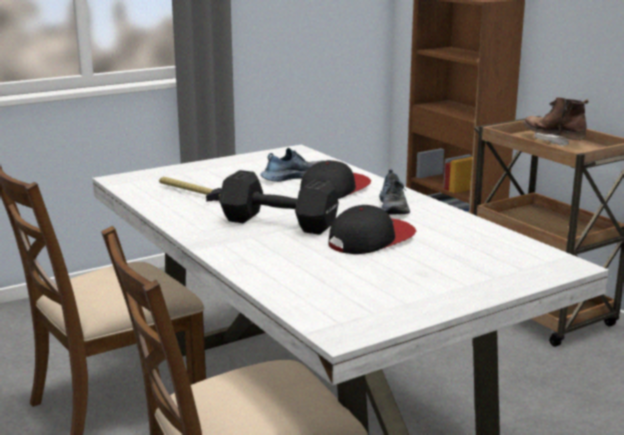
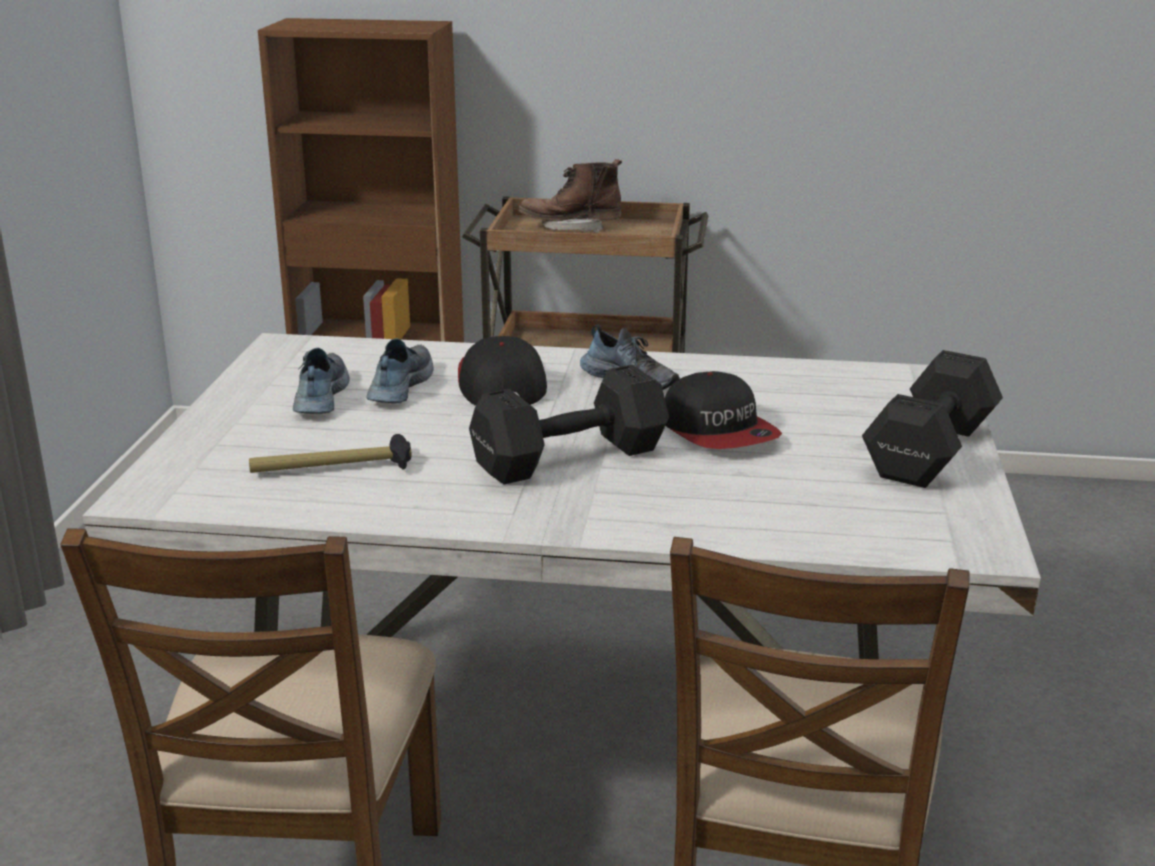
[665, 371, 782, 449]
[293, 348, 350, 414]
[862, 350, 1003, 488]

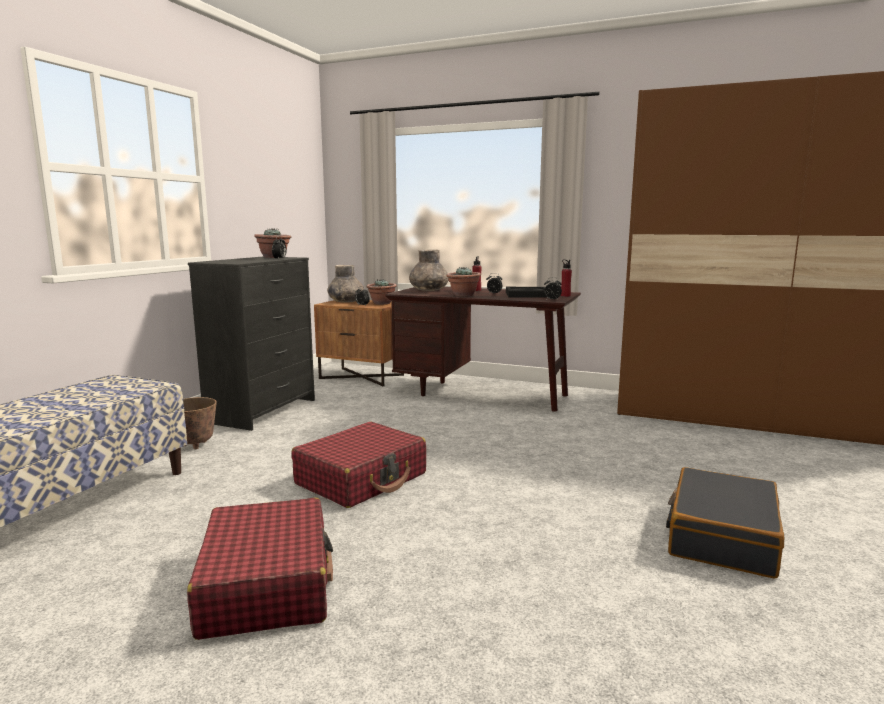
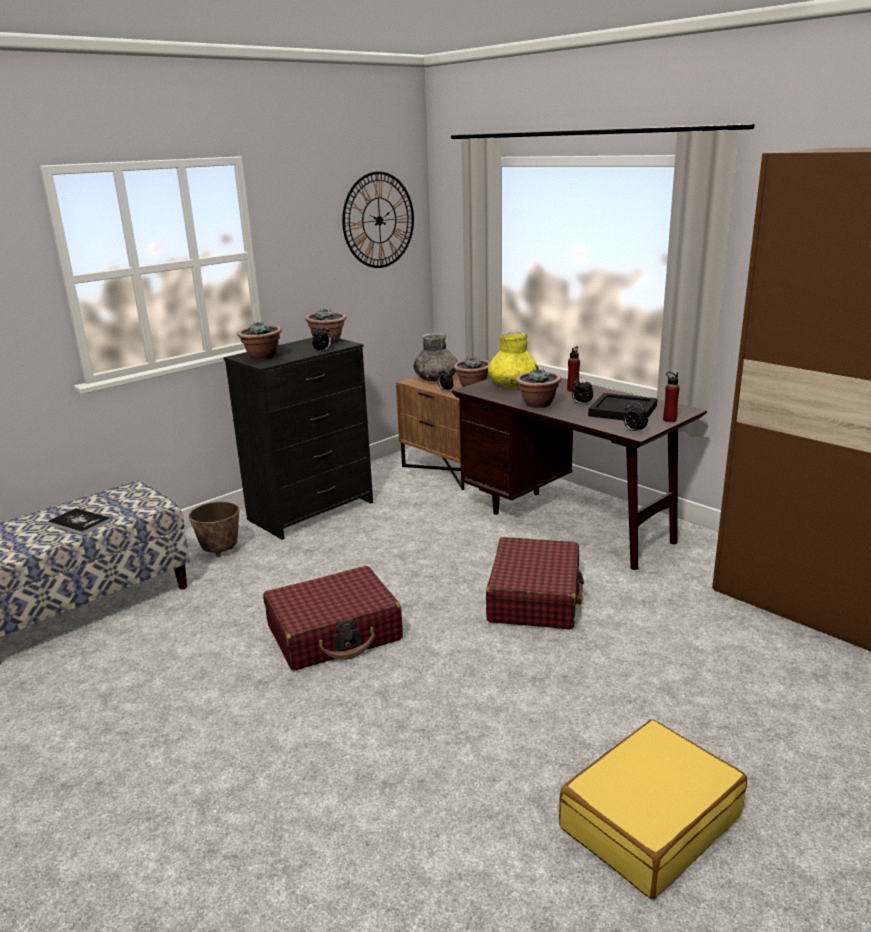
[486, 537, 584, 630]
[488, 332, 539, 387]
[559, 719, 747, 899]
[47, 508, 111, 535]
[237, 322, 282, 360]
[342, 172, 414, 268]

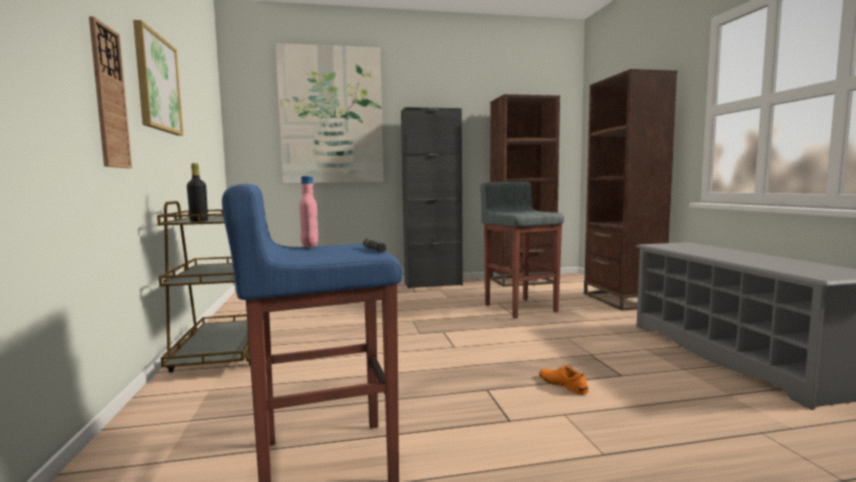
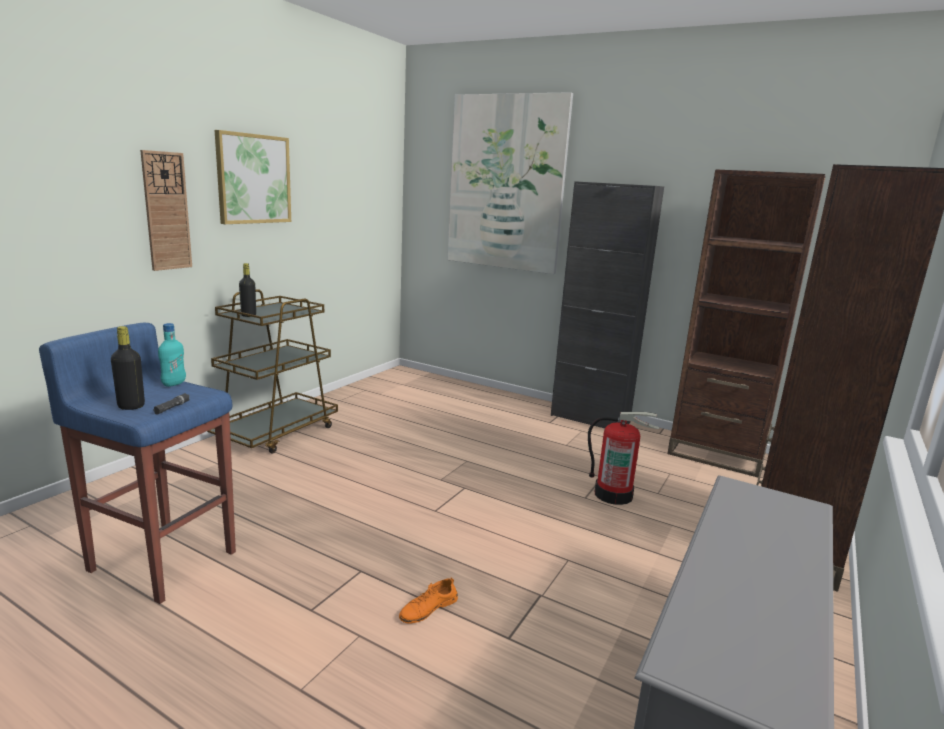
[158, 323, 186, 387]
[588, 411, 660, 505]
[399, 578, 458, 624]
[111, 326, 145, 410]

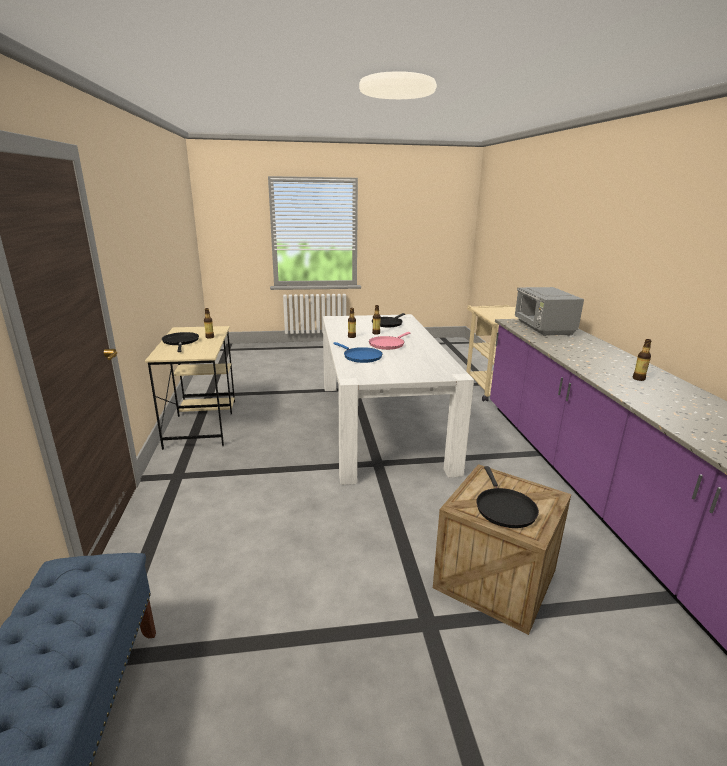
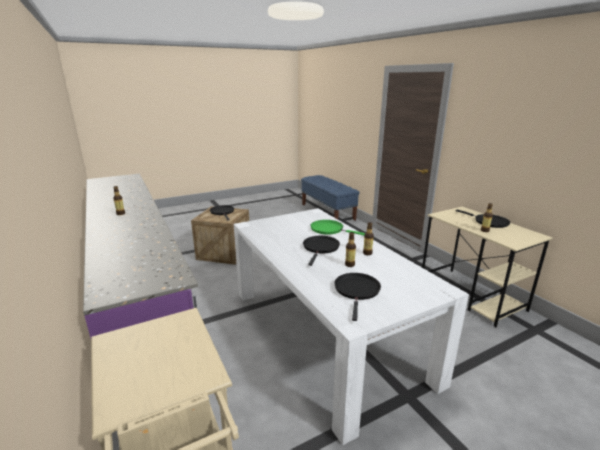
[310, 220, 365, 236]
[303, 236, 340, 266]
[514, 287, 584, 336] (first image)

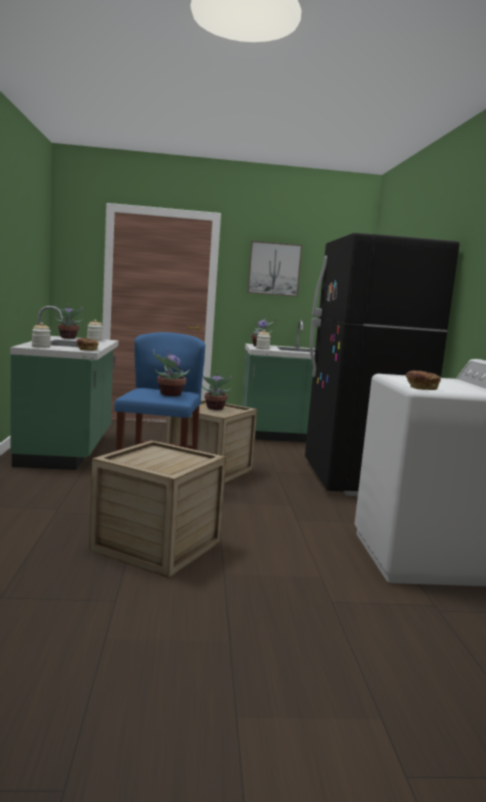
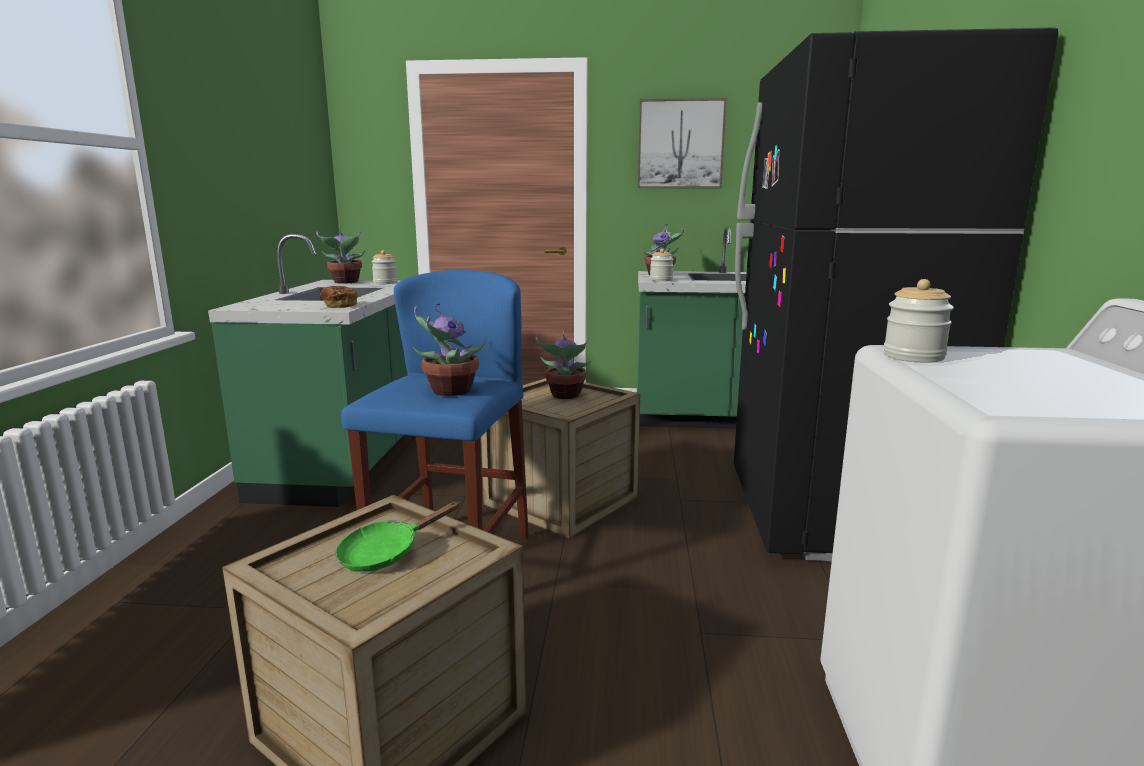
[884, 279, 954, 362]
[406, 370, 441, 390] (first image)
[335, 501, 460, 572]

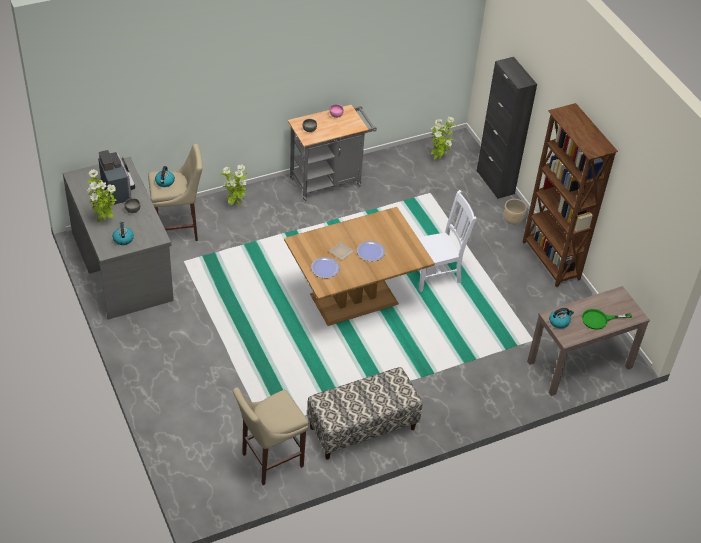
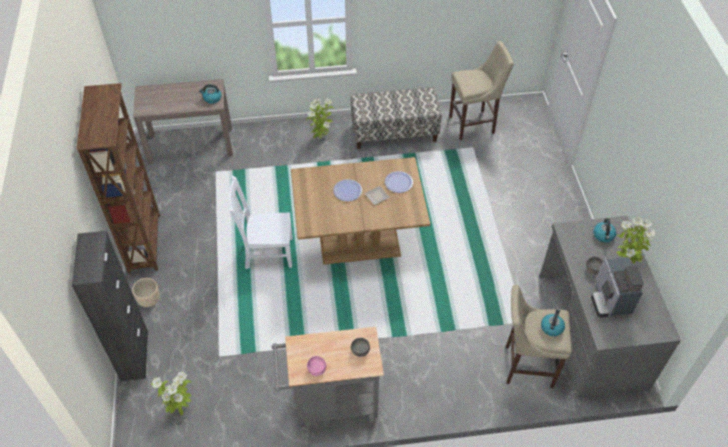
[306, 98, 334, 139]
[582, 309, 632, 330] (first image)

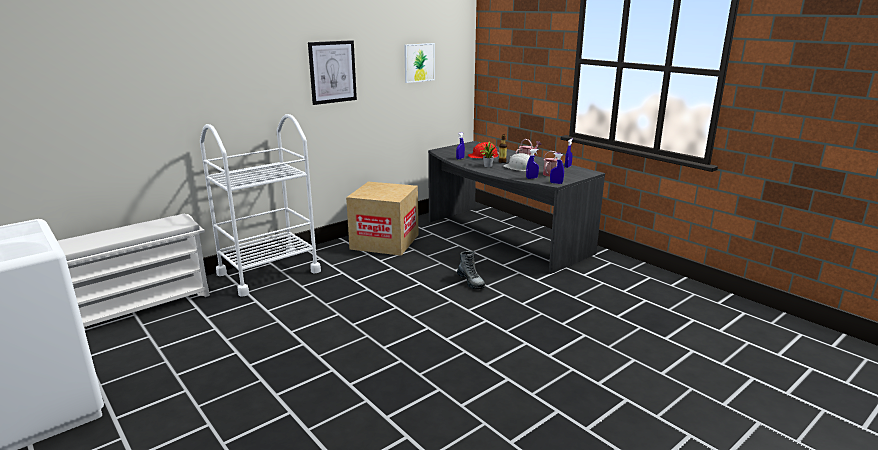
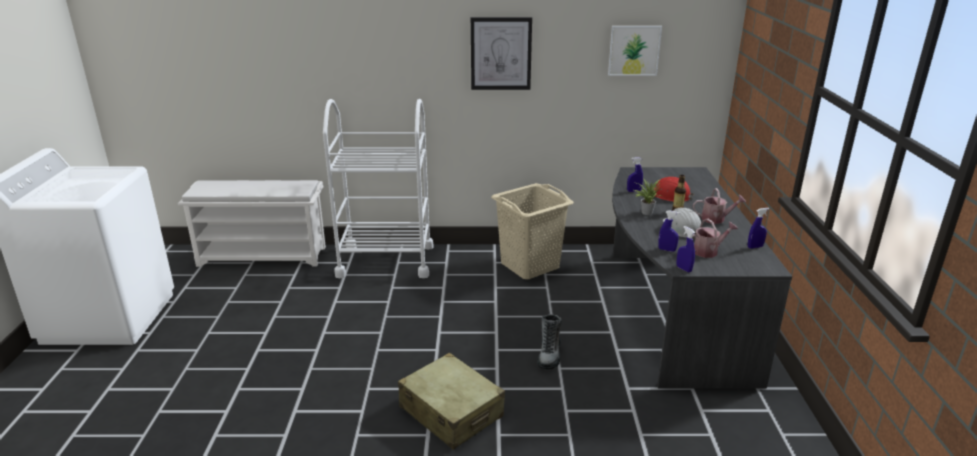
[491, 183, 574, 279]
[398, 353, 505, 450]

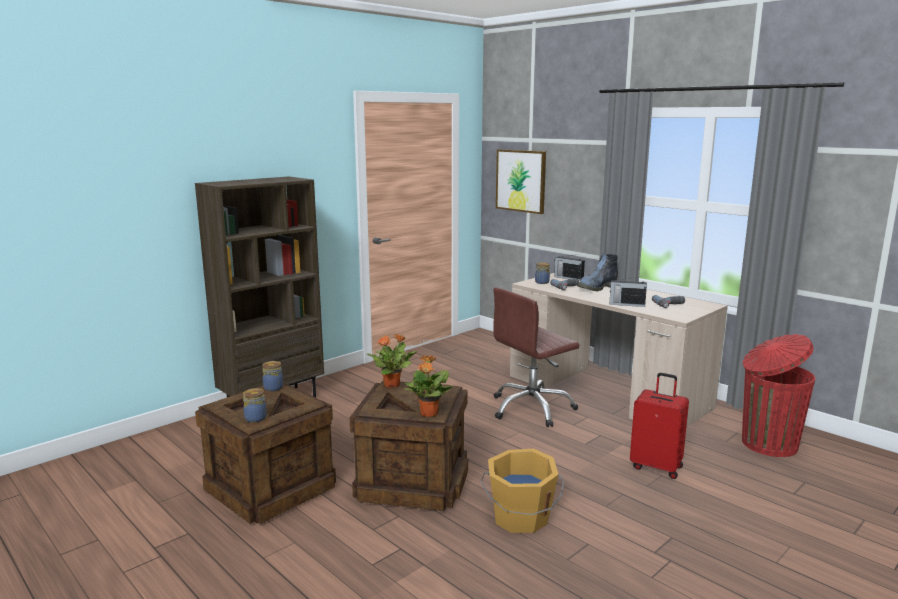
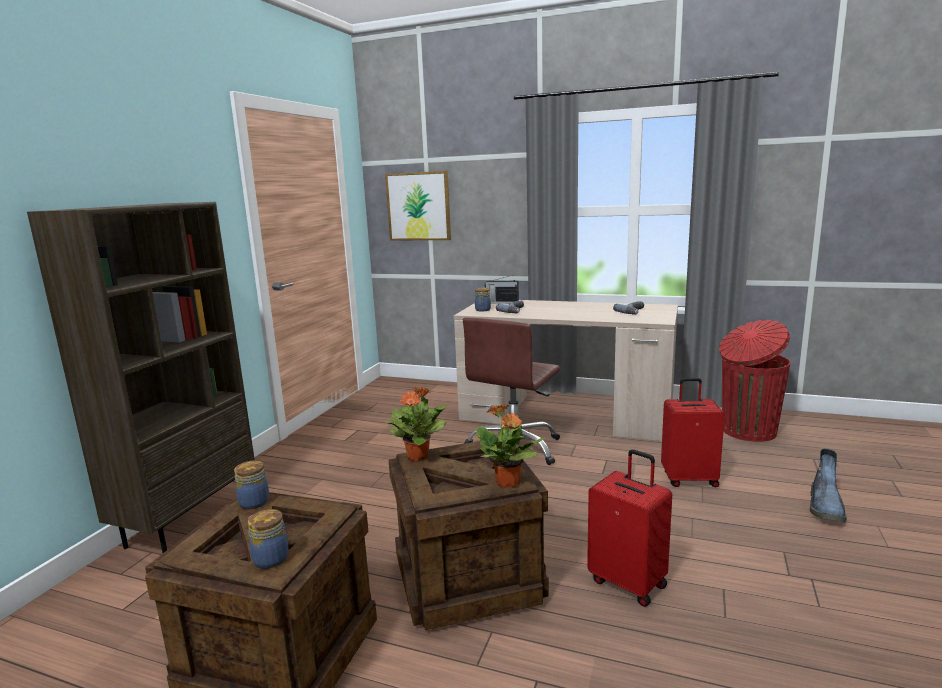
[587, 449, 672, 607]
[810, 449, 847, 523]
[609, 276, 647, 307] (first image)

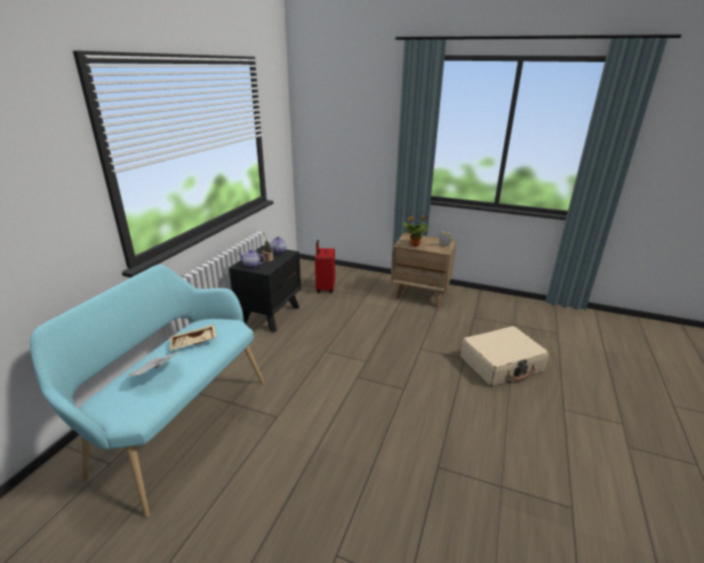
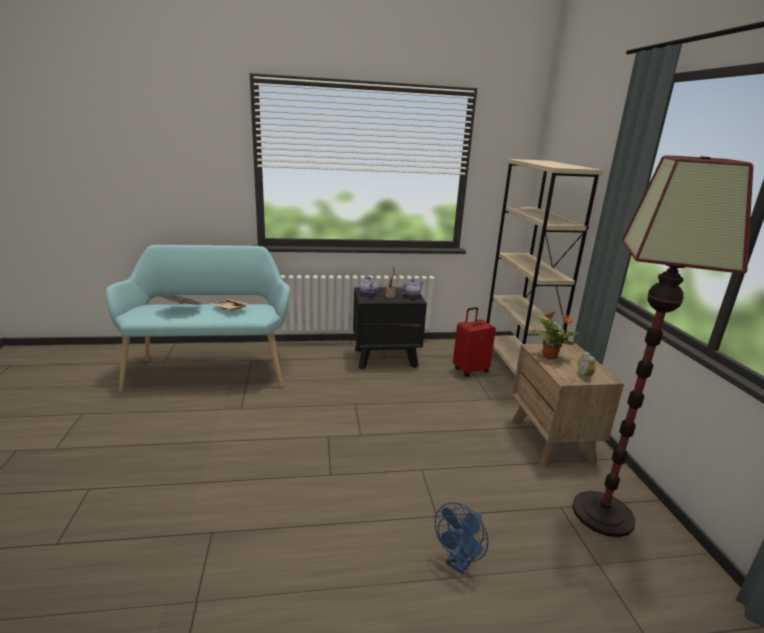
[435, 502, 488, 574]
[487, 159, 603, 375]
[572, 155, 754, 537]

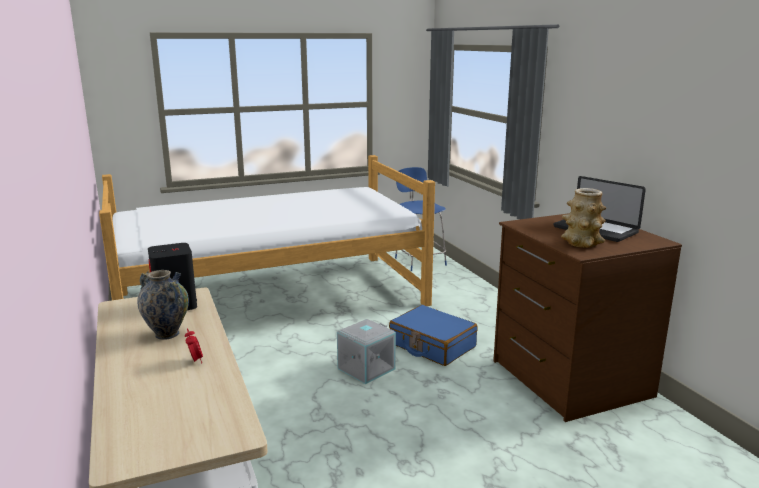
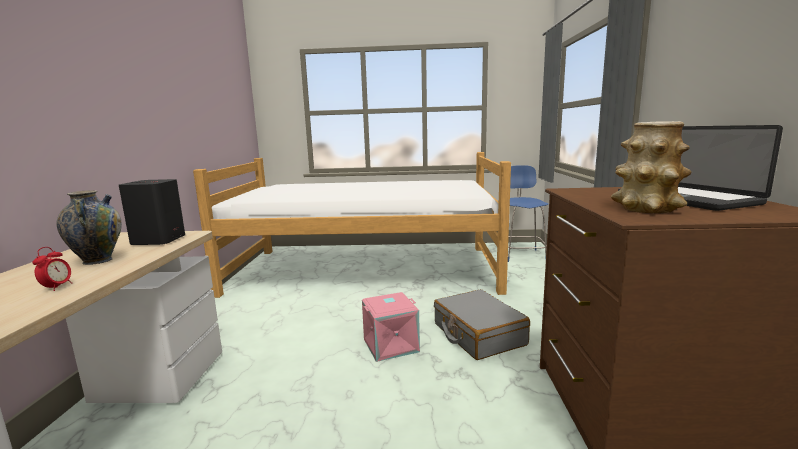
[362, 292, 420, 362]
[434, 289, 530, 360]

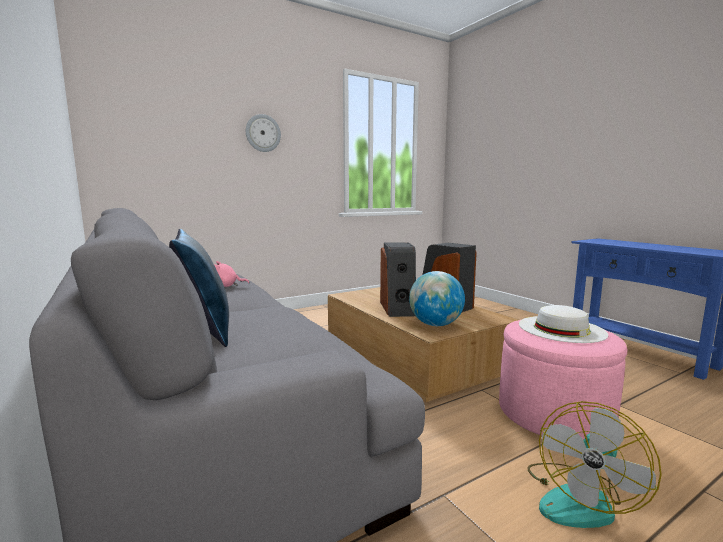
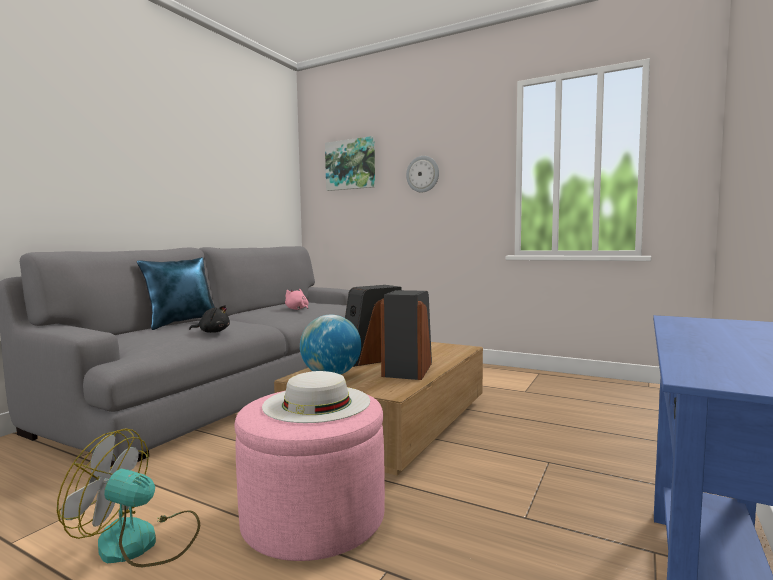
[189, 305, 230, 333]
[325, 136, 375, 191]

